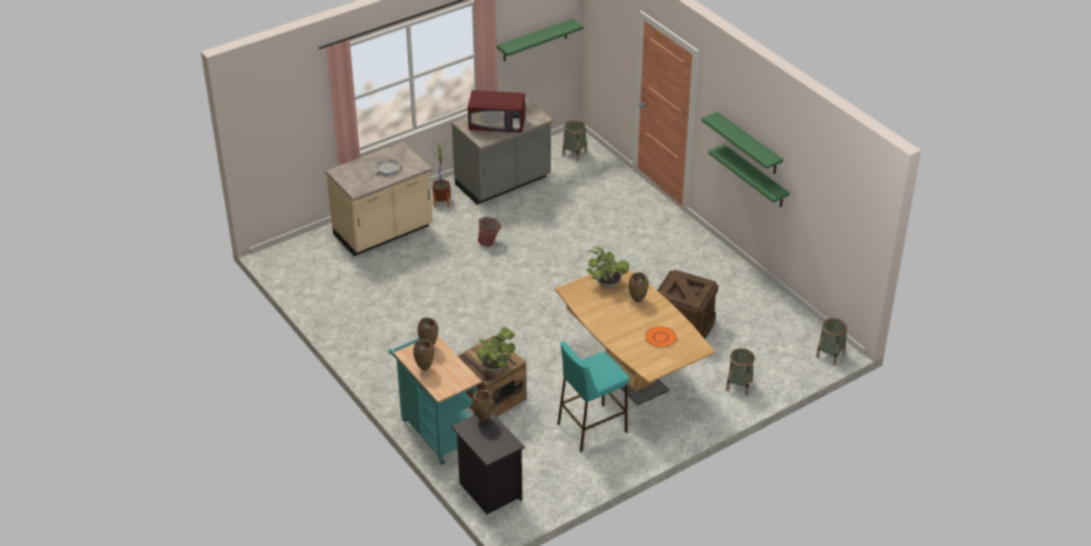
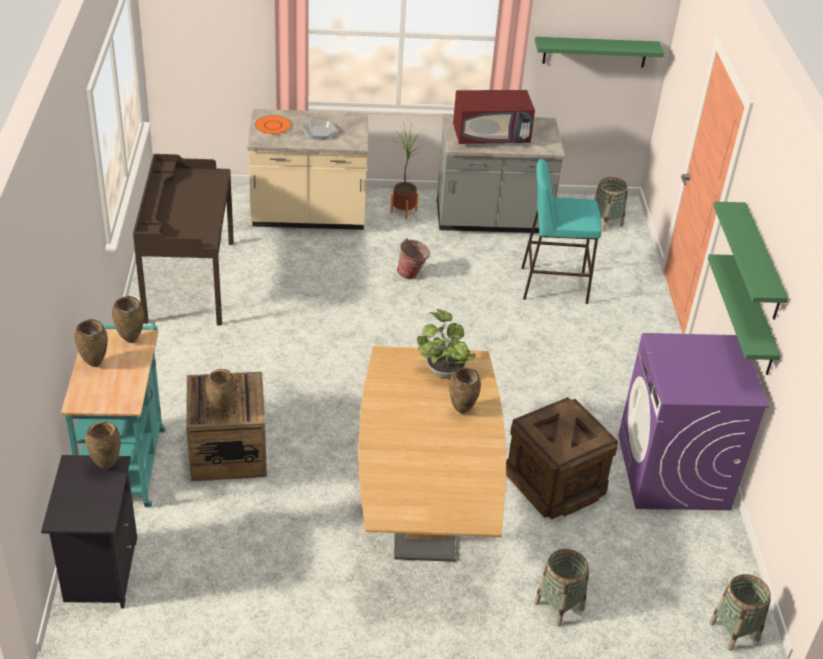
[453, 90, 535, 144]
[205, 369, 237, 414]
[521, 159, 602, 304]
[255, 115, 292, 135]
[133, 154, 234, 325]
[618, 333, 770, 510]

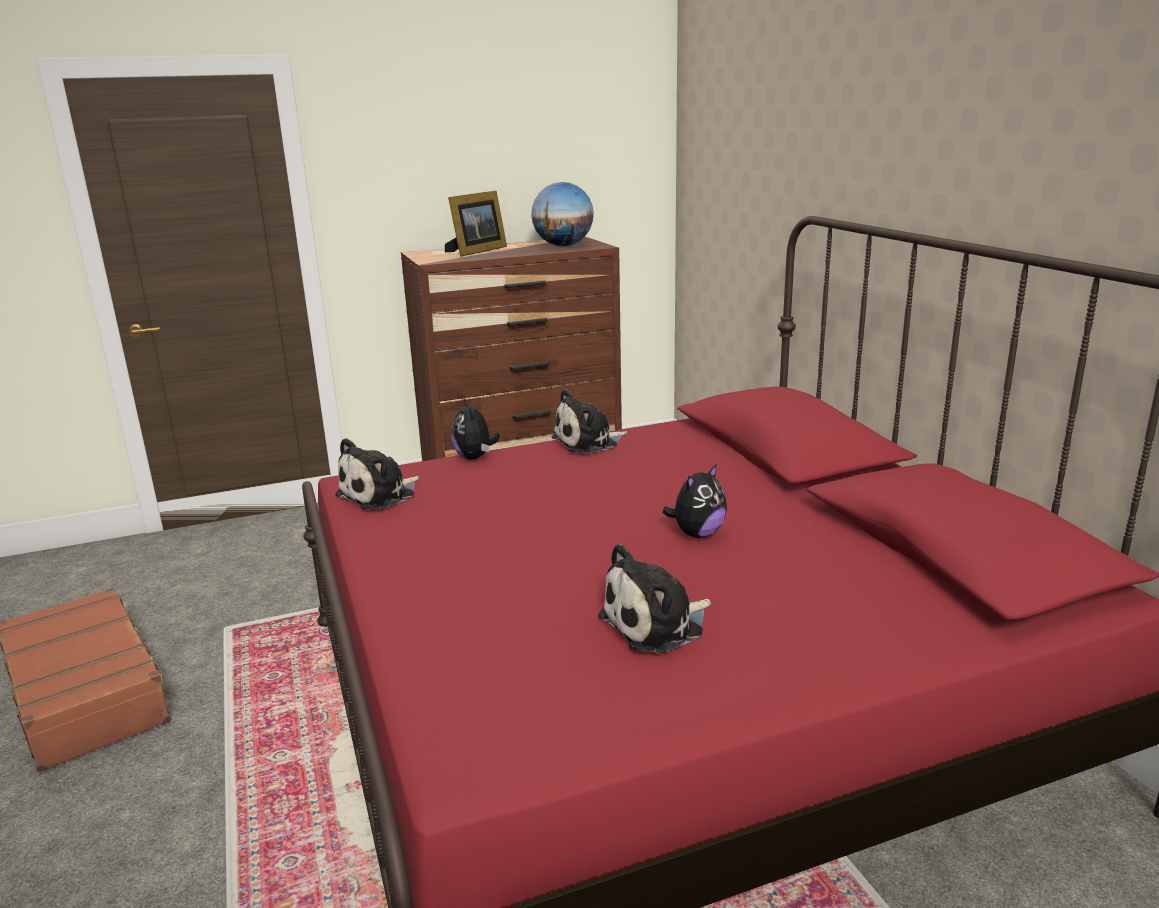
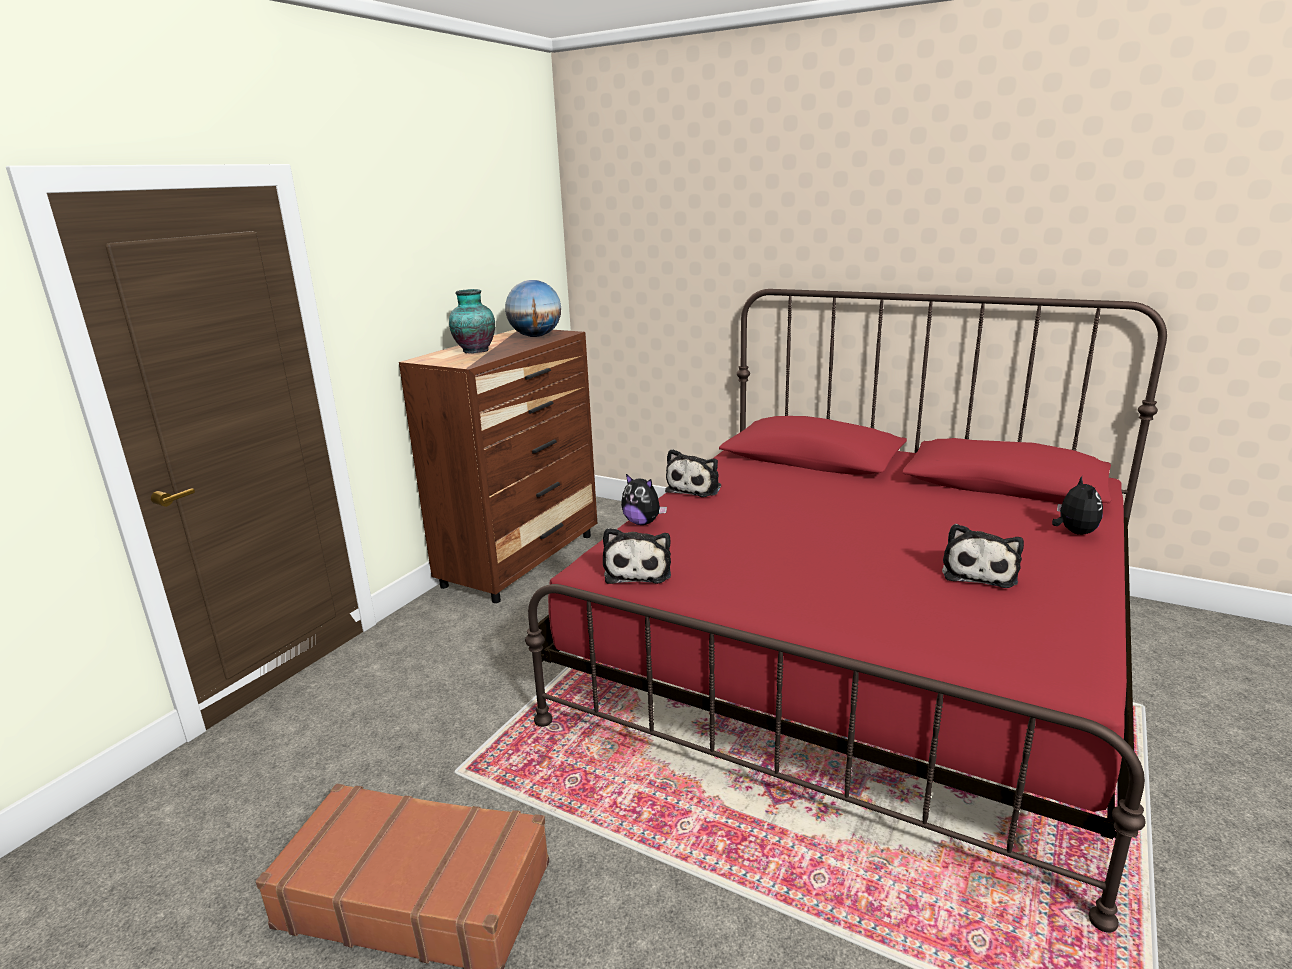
[449, 289, 495, 353]
[1052, 476, 1103, 535]

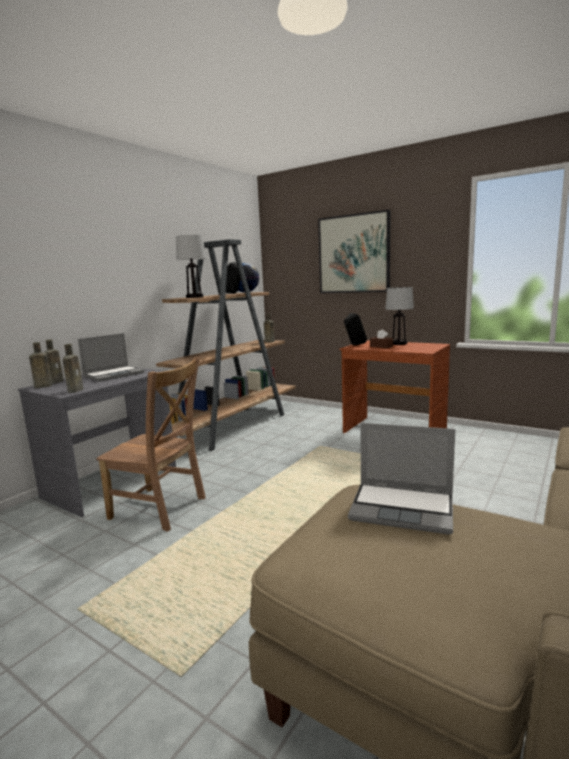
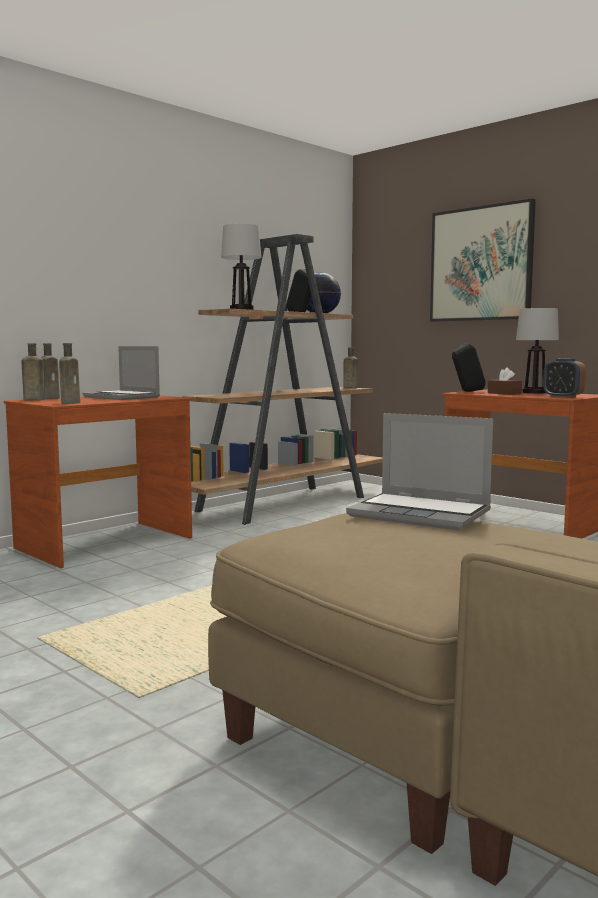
[4, 395, 192, 568]
[83, 346, 160, 400]
[96, 357, 206, 532] (first image)
[543, 358, 586, 398]

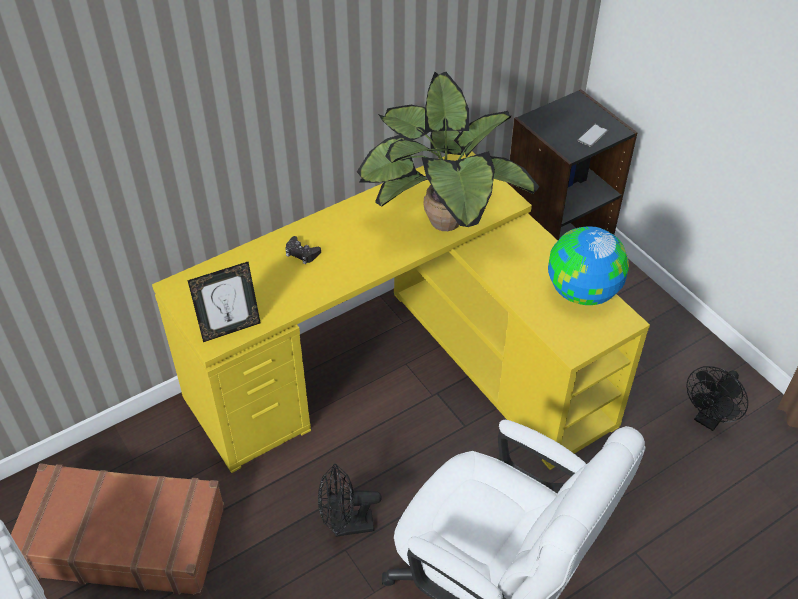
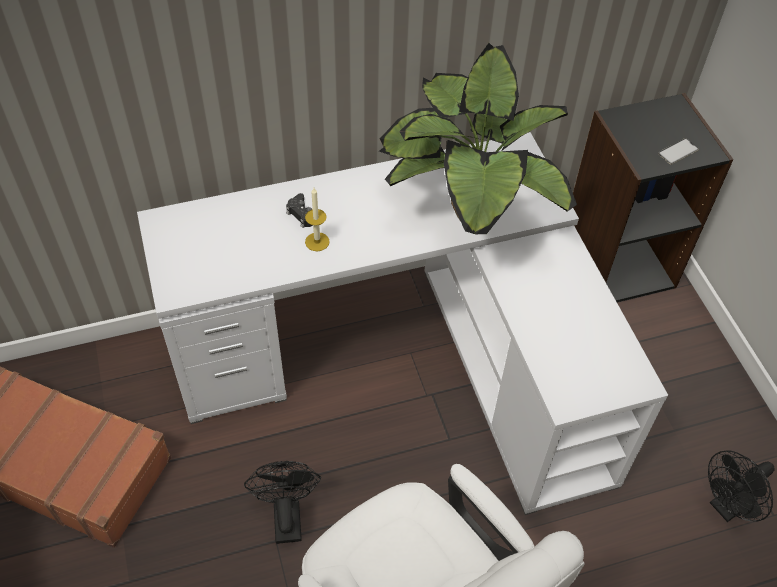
[137, 132, 668, 515]
[187, 262, 261, 342] (first image)
[244, 461, 321, 544]
[548, 226, 629, 305] (first image)
[305, 188, 330, 251]

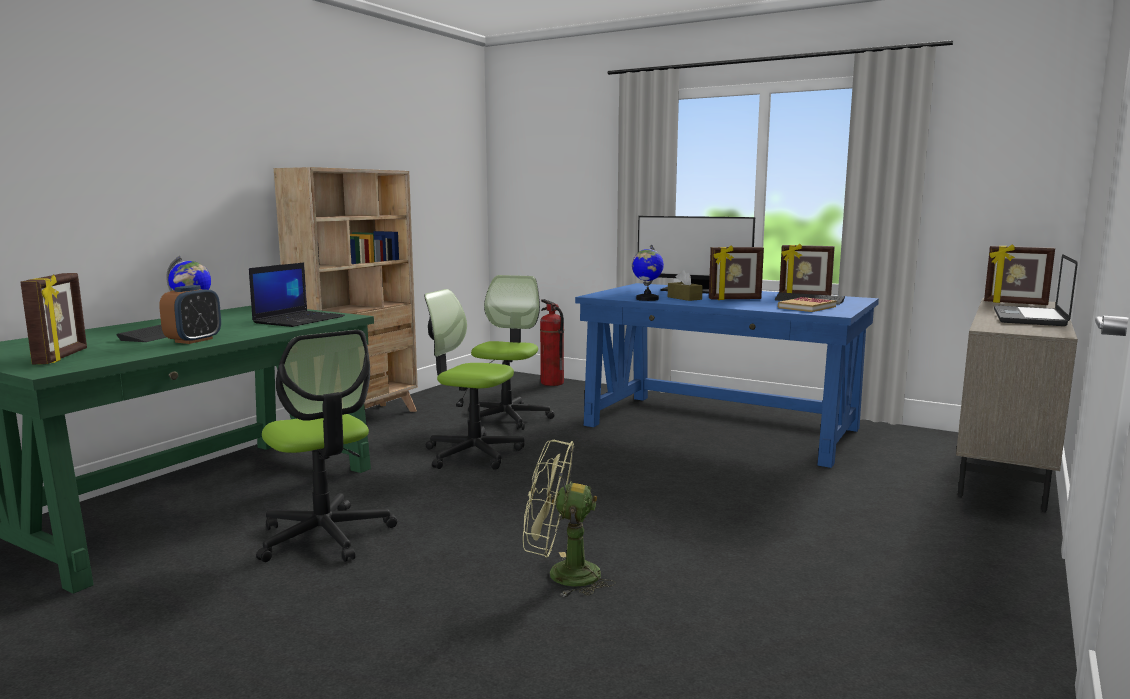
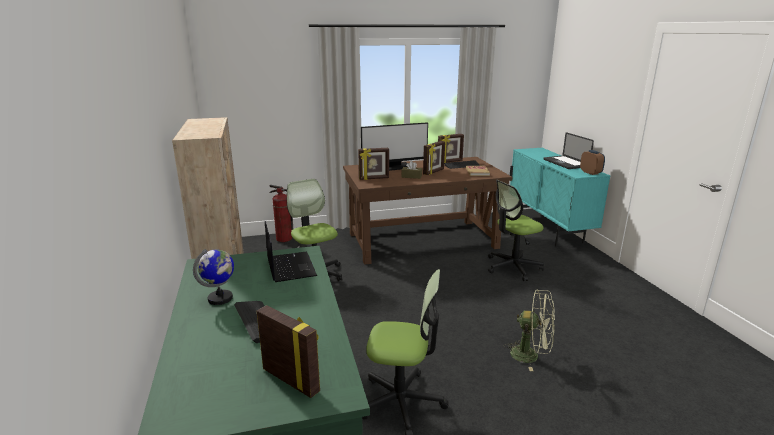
[580, 150, 605, 175]
[488, 180, 544, 281]
[504, 290, 555, 371]
[343, 157, 512, 265]
[632, 244, 664, 301] (first image)
[510, 148, 610, 247]
[358, 148, 389, 180]

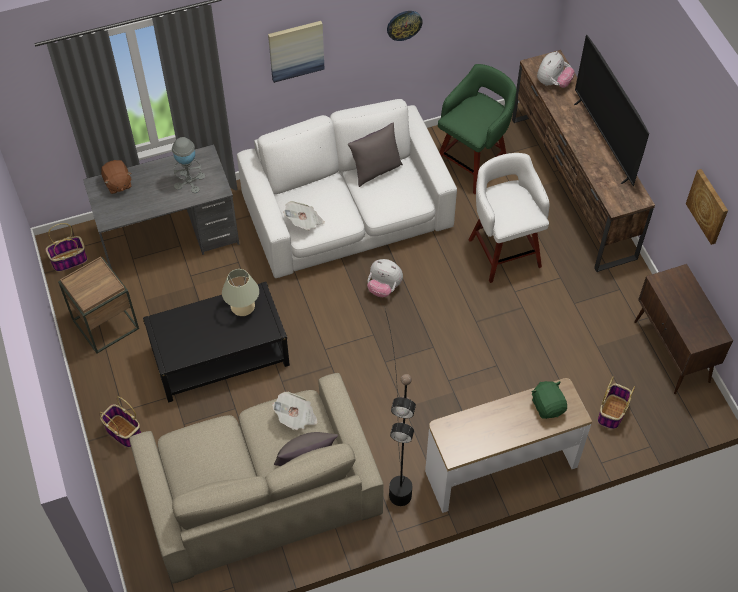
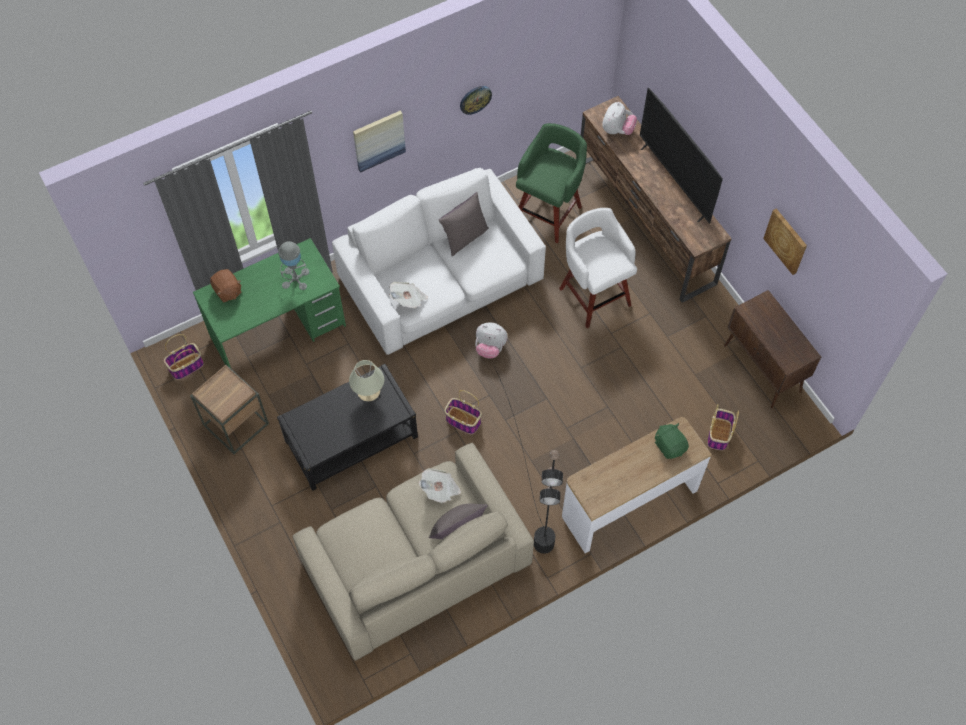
[193, 238, 346, 368]
[445, 390, 482, 434]

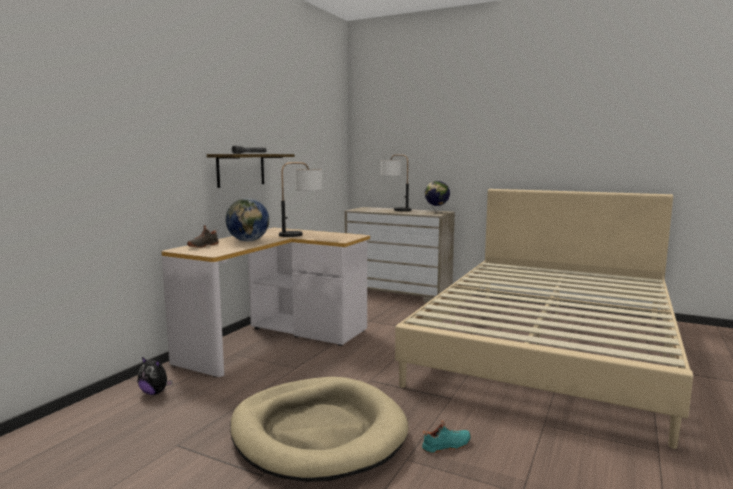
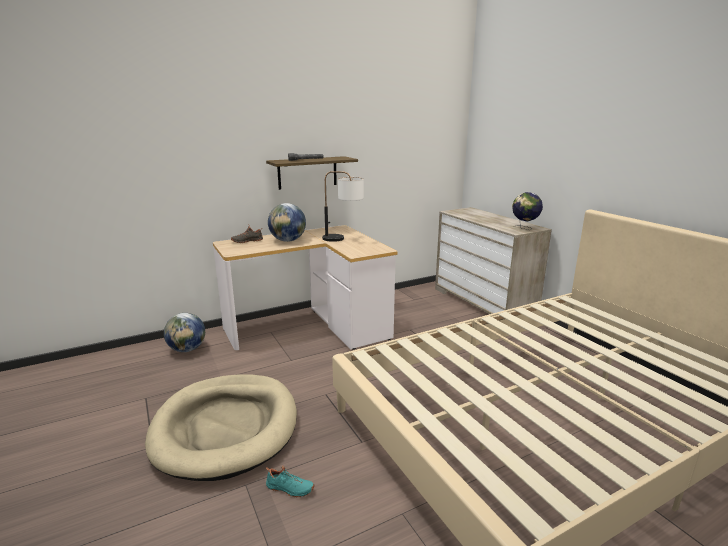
[164, 313, 205, 352]
[381, 154, 411, 211] (first image)

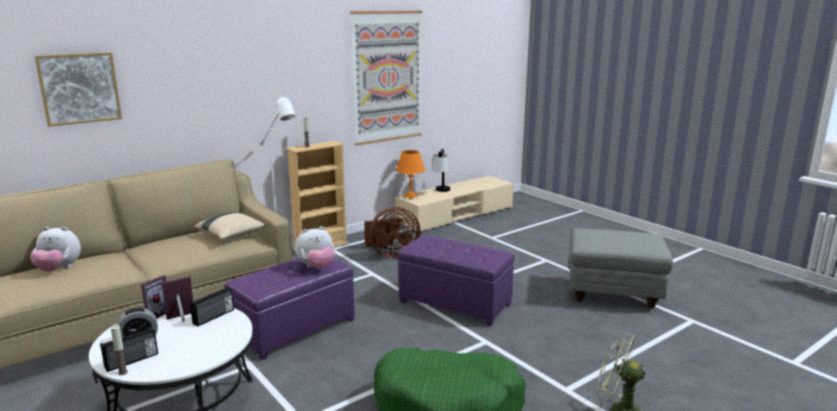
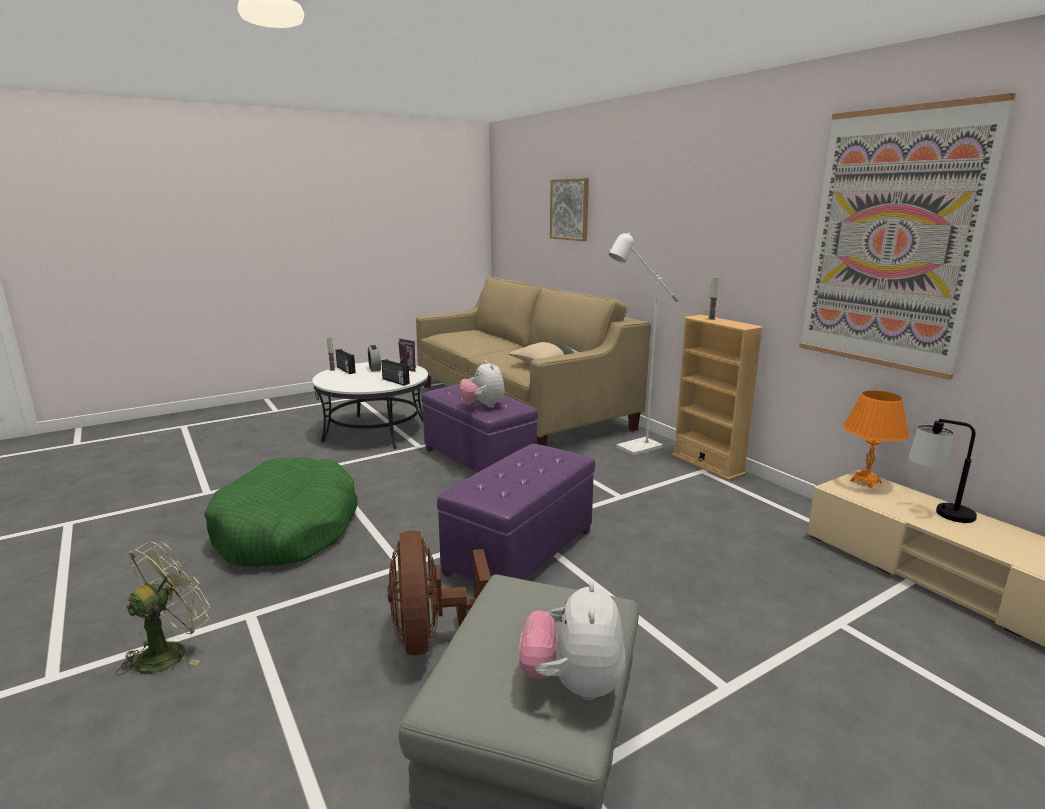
[519, 581, 625, 700]
[387, 530, 491, 655]

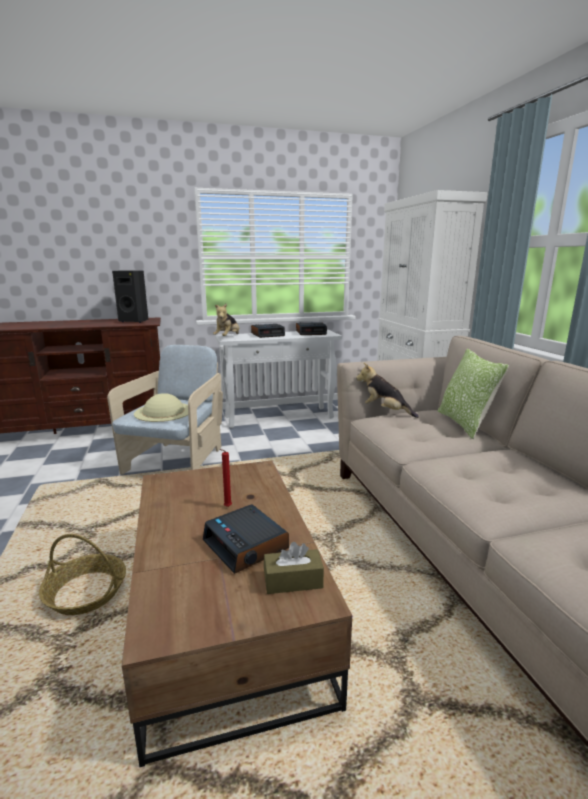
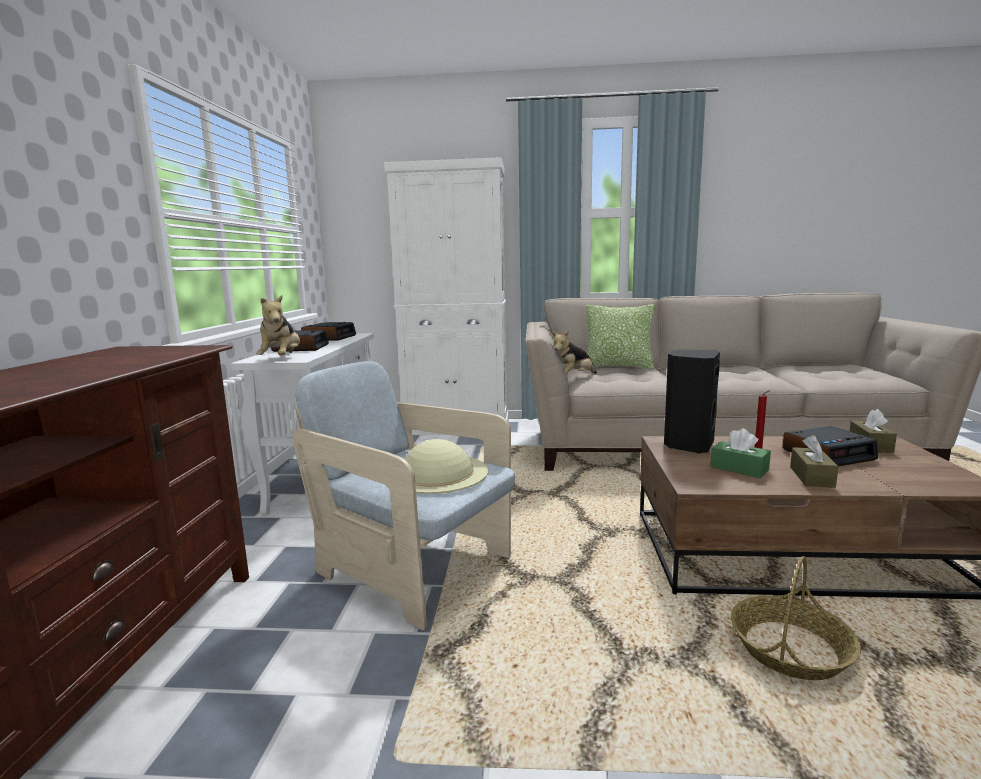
[664, 349, 720, 454]
[257, 295, 300, 355]
[710, 429, 771, 478]
[790, 435, 839, 488]

